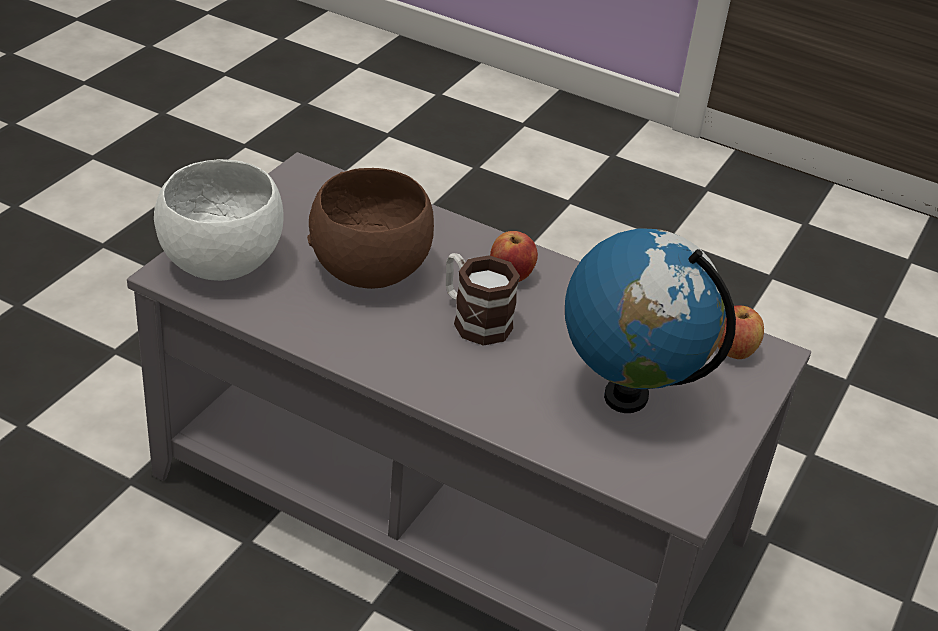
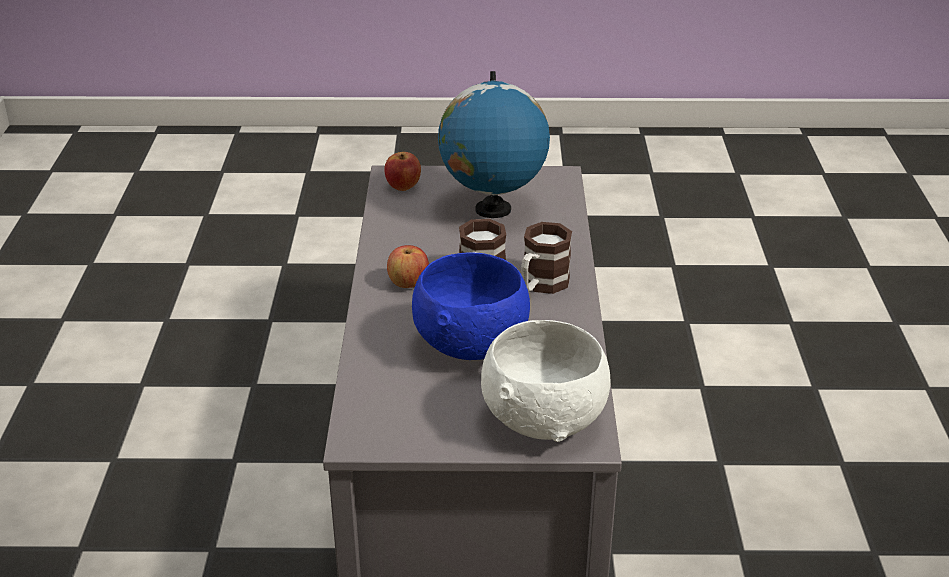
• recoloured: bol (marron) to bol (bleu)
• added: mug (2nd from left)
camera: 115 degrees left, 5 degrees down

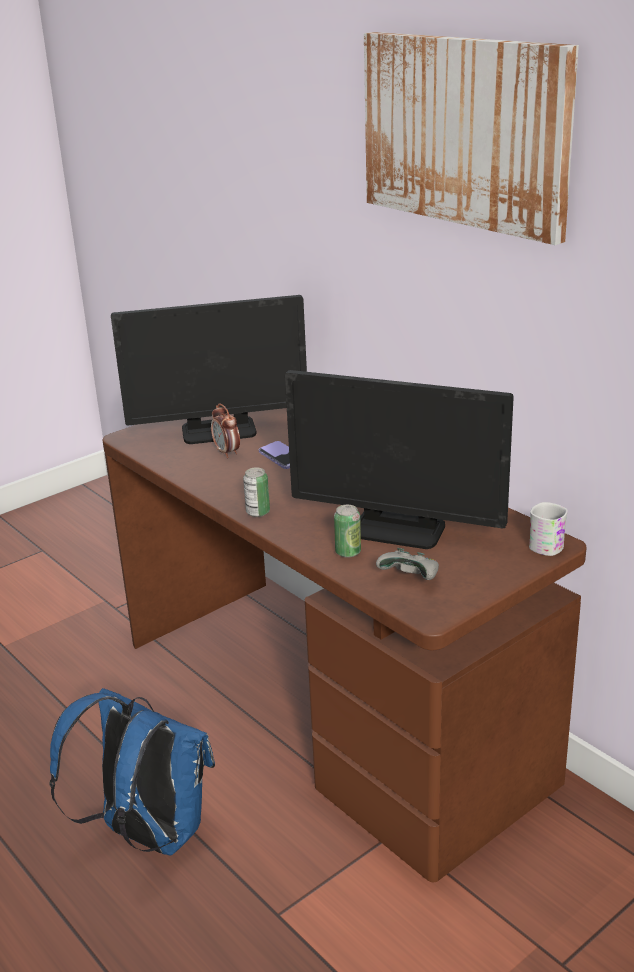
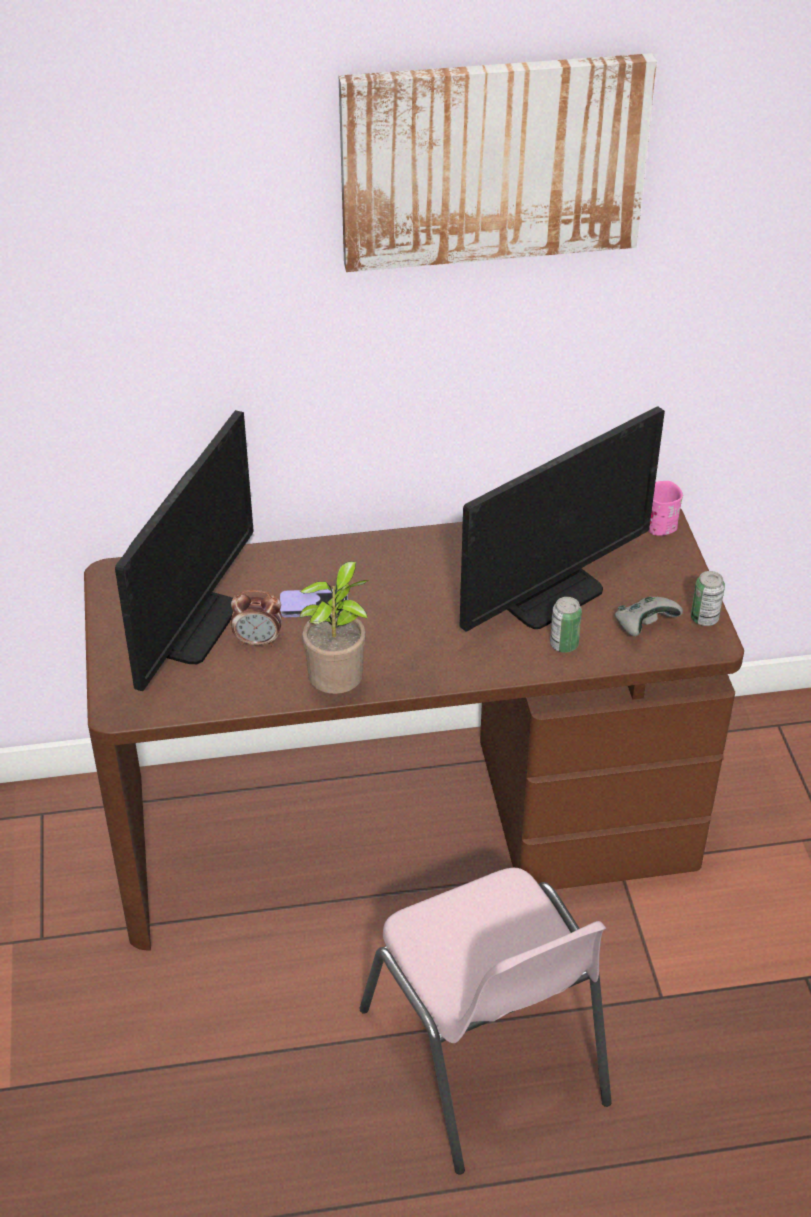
• added: plante en pot
• replaced: sac à dos (bleu) to chaise (rose)
• recoloured: mug (blanc) to mug (rose)
• moved: boîte métallique (1st from left in the first image) to boîte métallique (2nd from left)
camera: 60 degrees left, 15 degrees up

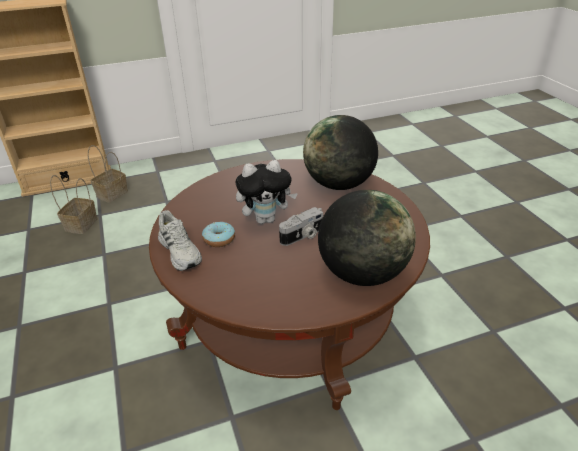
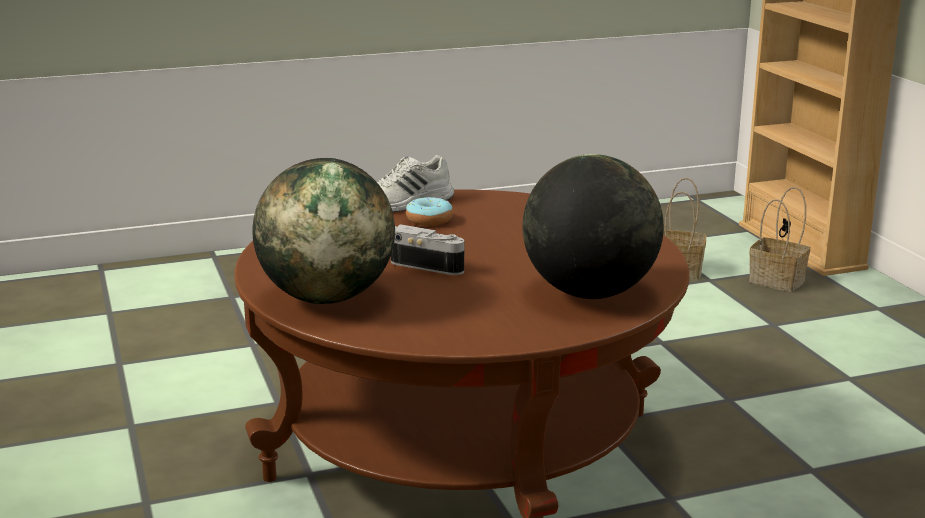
• turned: appareil photo 150 degrees clockwise
• removed: peluche
camera: 90 degrees right, 15 degrees down

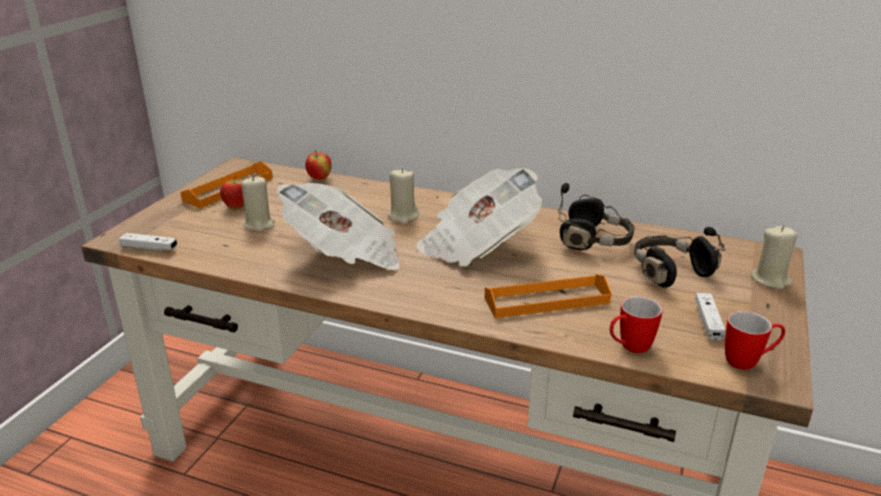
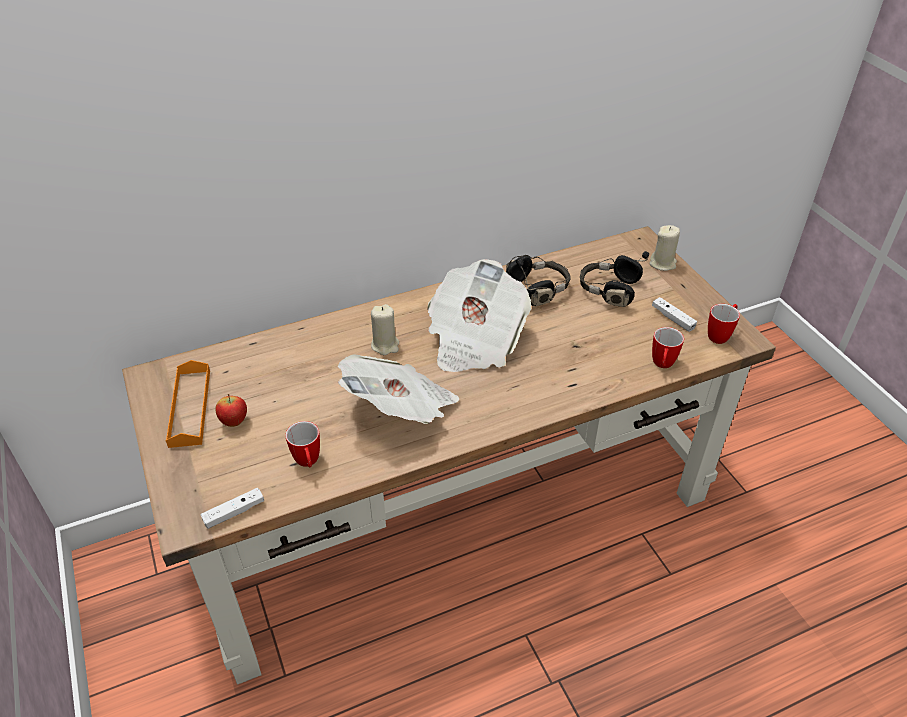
• added: mug (1st from left)
• removed: bougie (beige) (1st from left)
• removed: pomme (2nd from left)
• removed: plateau (orange) (2nd from left)
camera: 45 degrees left, 15 degrees up

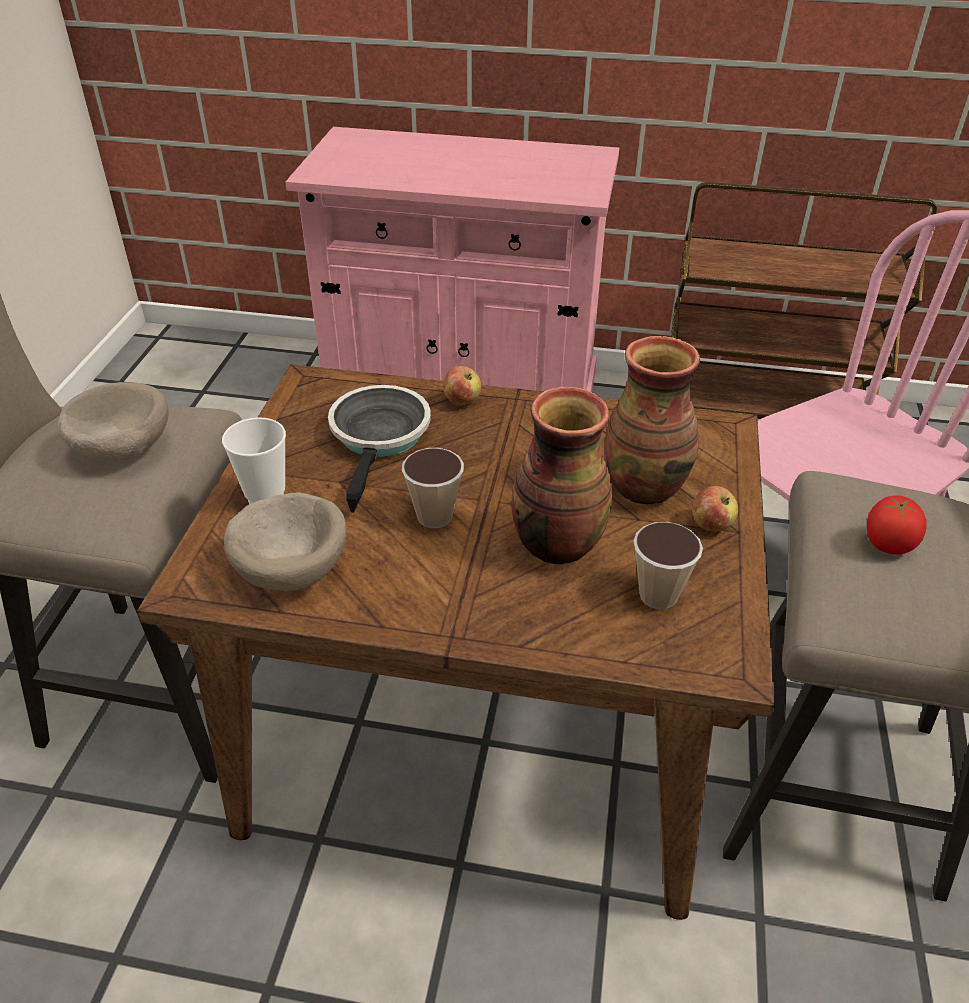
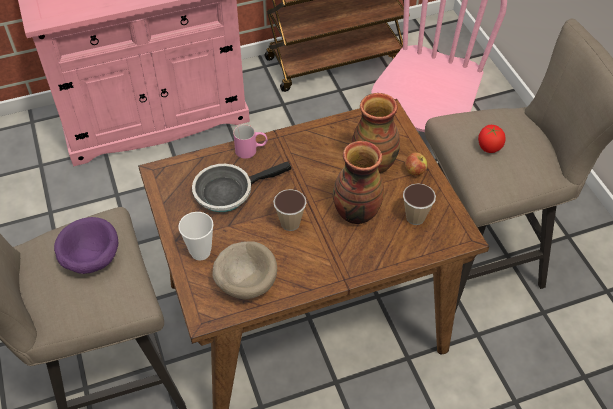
• recoloured: bol (beige) (1st from left) to bol (violet)
• turned: poêle 90 degrees counterclockwise
• replaced: pomme (1st from left) to mug (rose)
camera: 30 degrees left, 10 degrees up

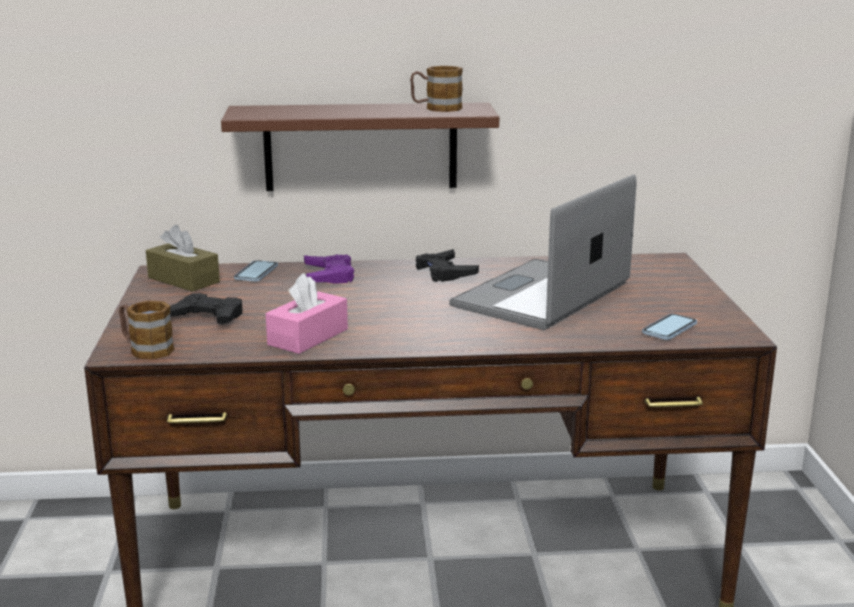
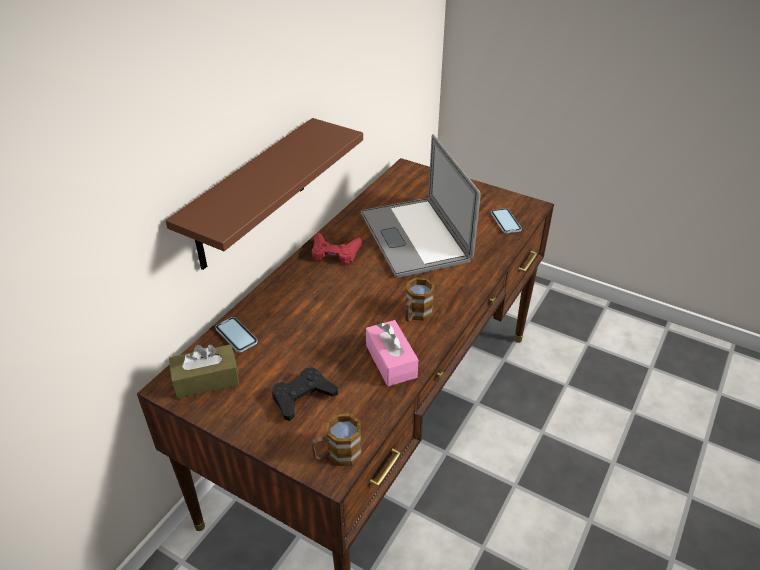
• recoloured: manette (noir) (2nd from left) to manette (rouge)
• moved: mug (2nd from left)
• removed: manette (violet)
camera: 55 degrees left, 20 degrees up

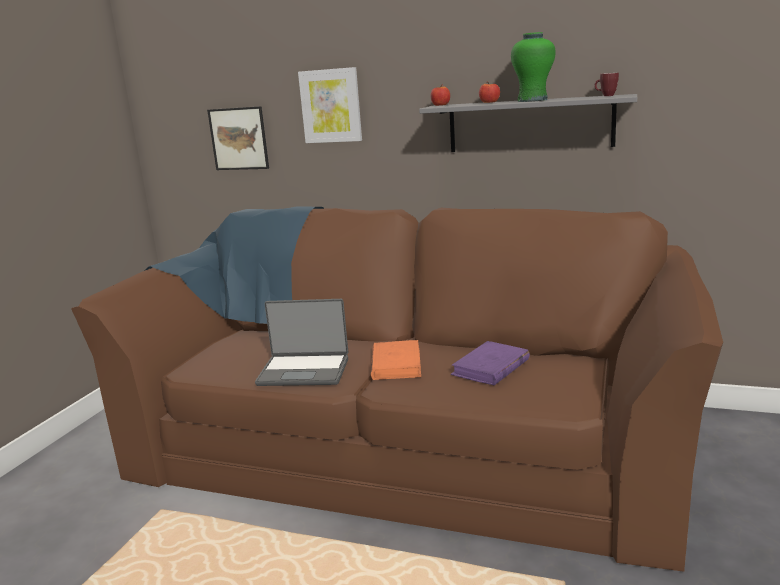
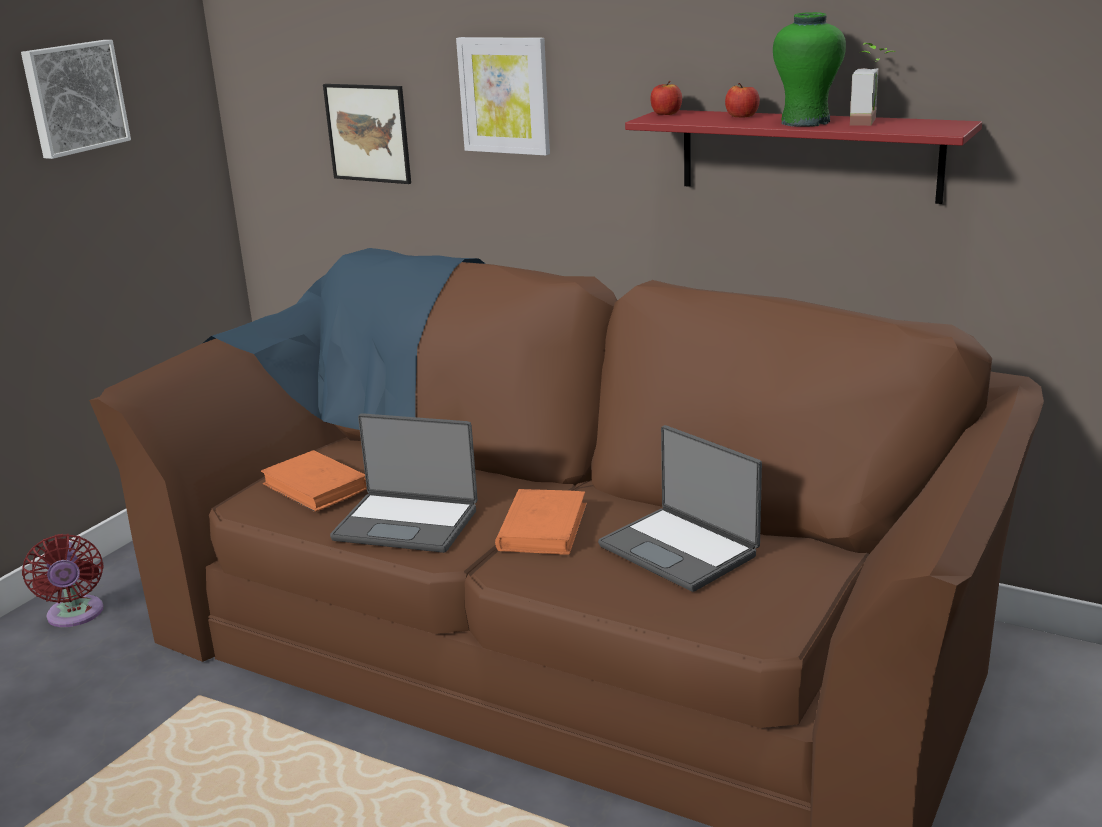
• added: tableau (1st from left)
• added: ventilateur (rouge)
• added: livre (orange) (1st from left)
• replaced: livre (violet) to ordinateur portable (2nd from left)
• recoloured: étagère (gris) to étagère (rouge)
• added: plante en pot
• removed: mug
camera: 10 degrees right, 5 degrees up

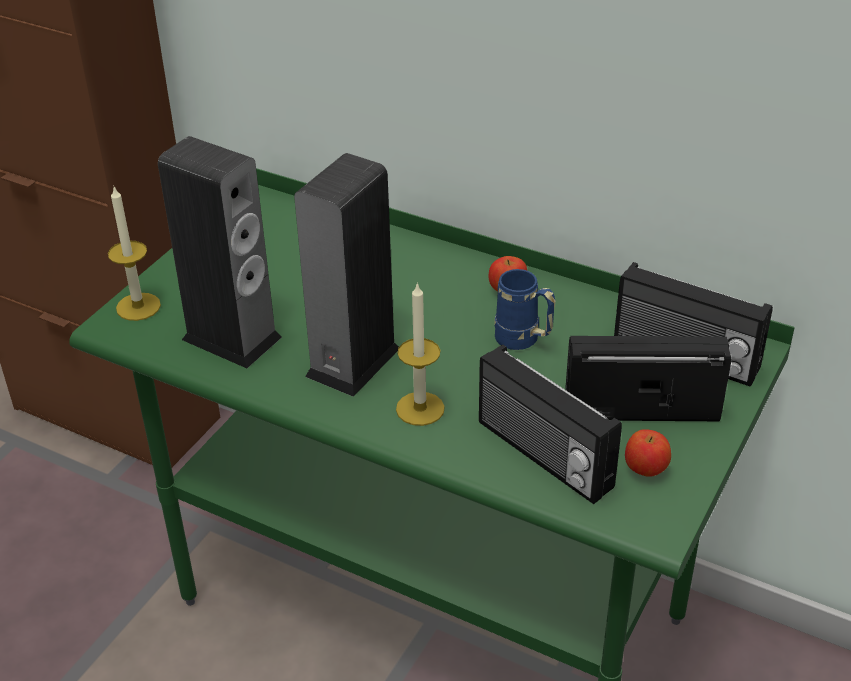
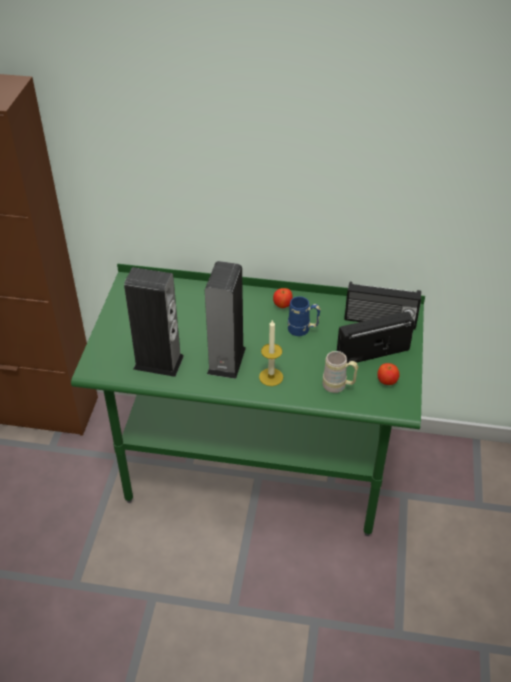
• replaced: radio (1st from left) to mug (beige)
• removed: bougie (1st from left)
camera: 20 degrees left, 5 degrees up

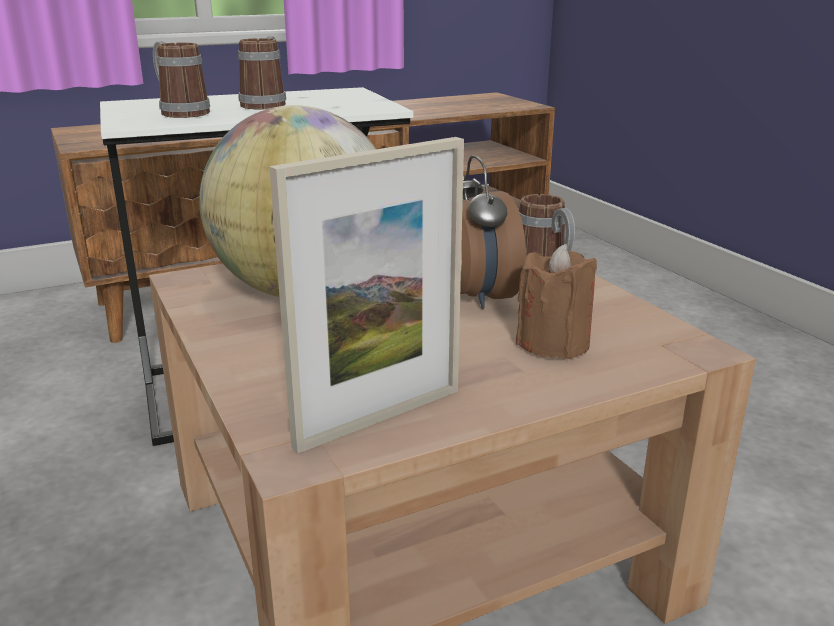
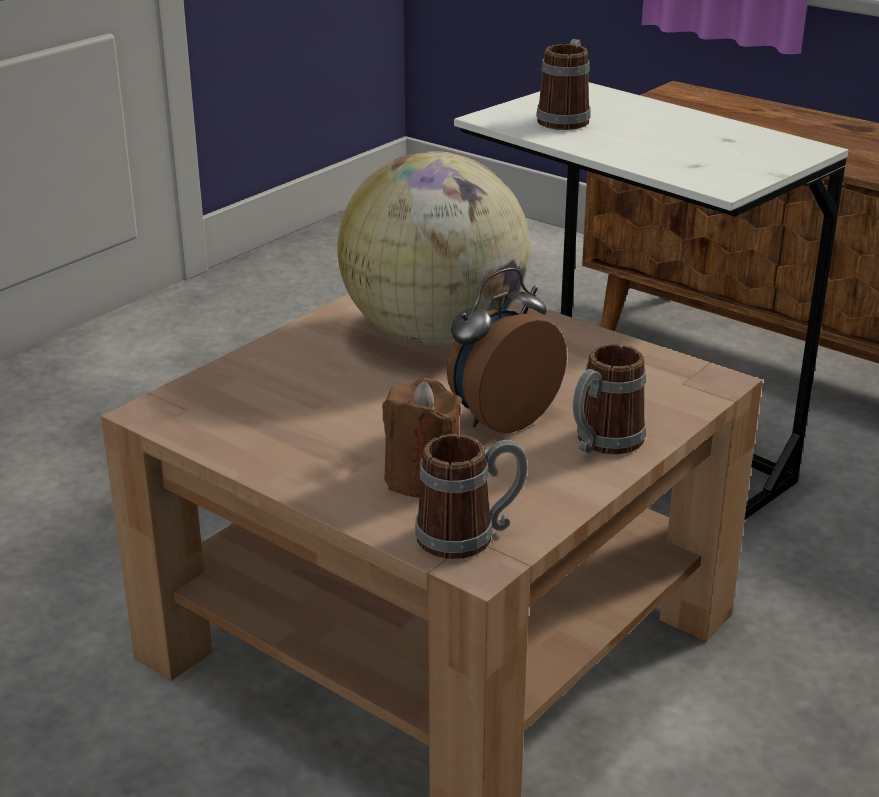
• moved: mug (2nd from left in the first image) to mug (1st from left)
• removed: cadre photo
camera: 65 degrees right, 5 degrees up

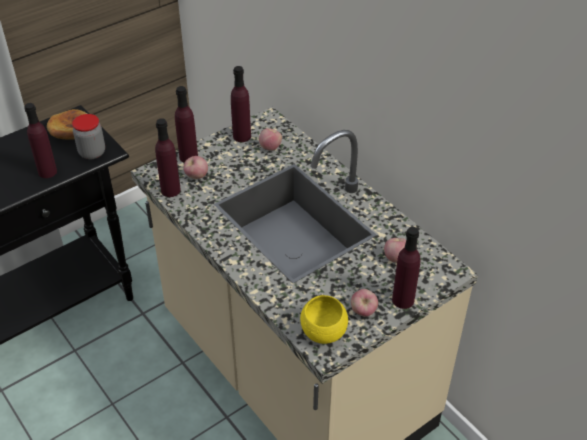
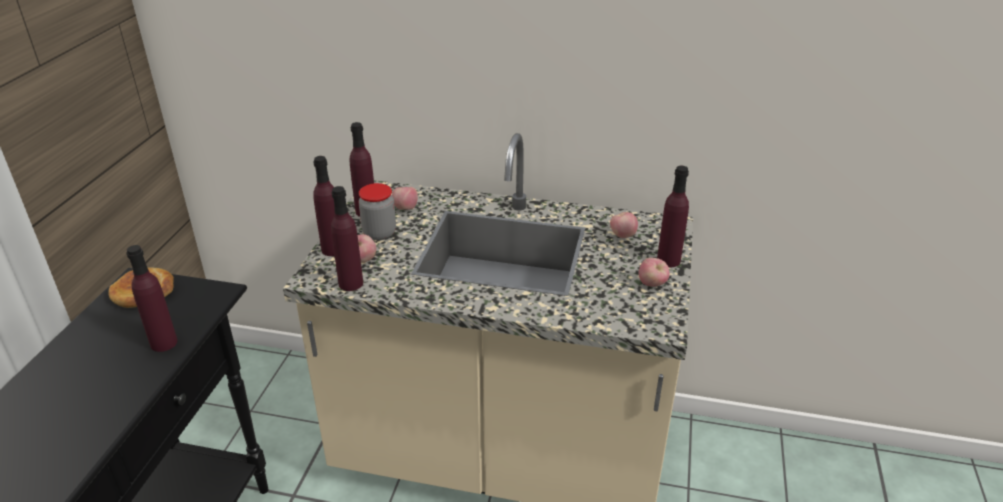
• moved: bocal
• removed: bol (jaune)
camera: 40 degrees left, 10 degrees down

